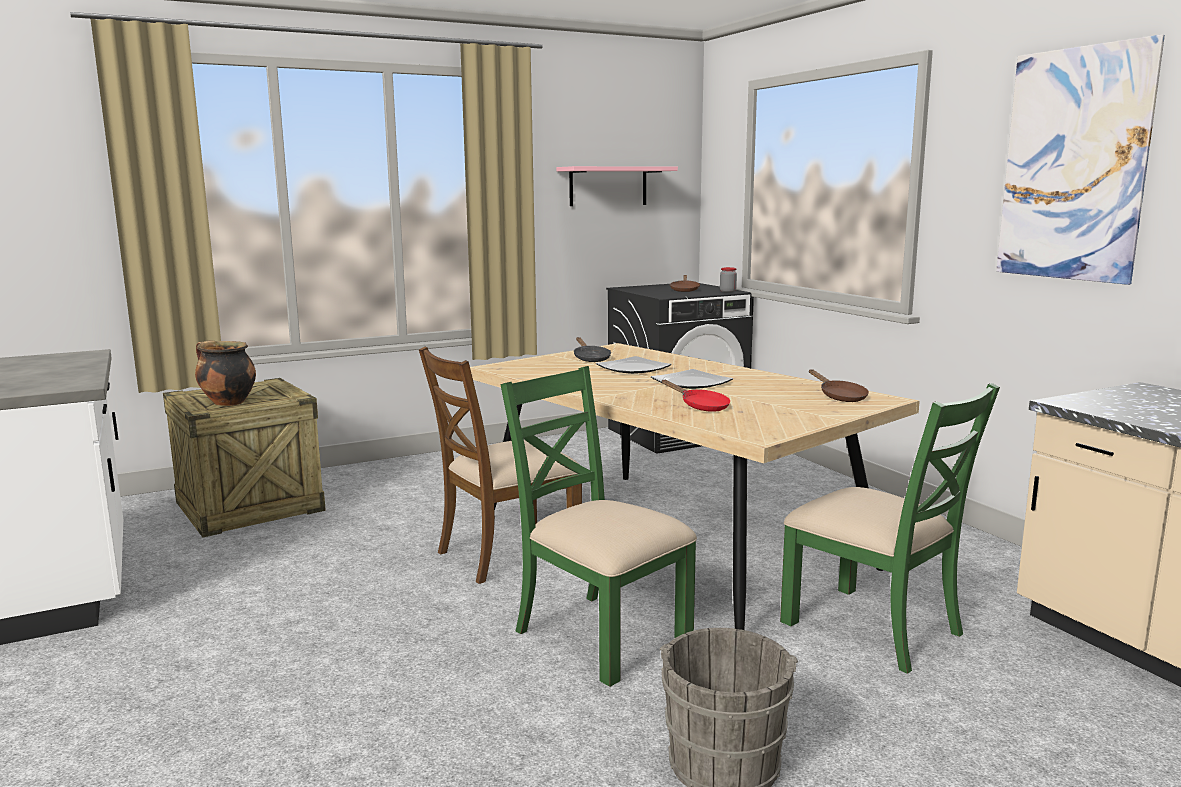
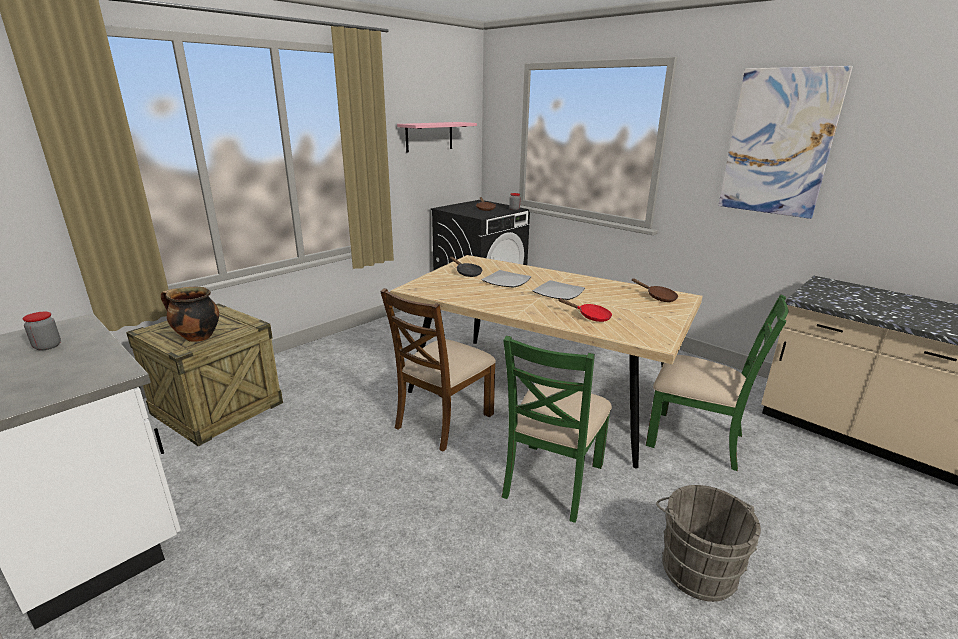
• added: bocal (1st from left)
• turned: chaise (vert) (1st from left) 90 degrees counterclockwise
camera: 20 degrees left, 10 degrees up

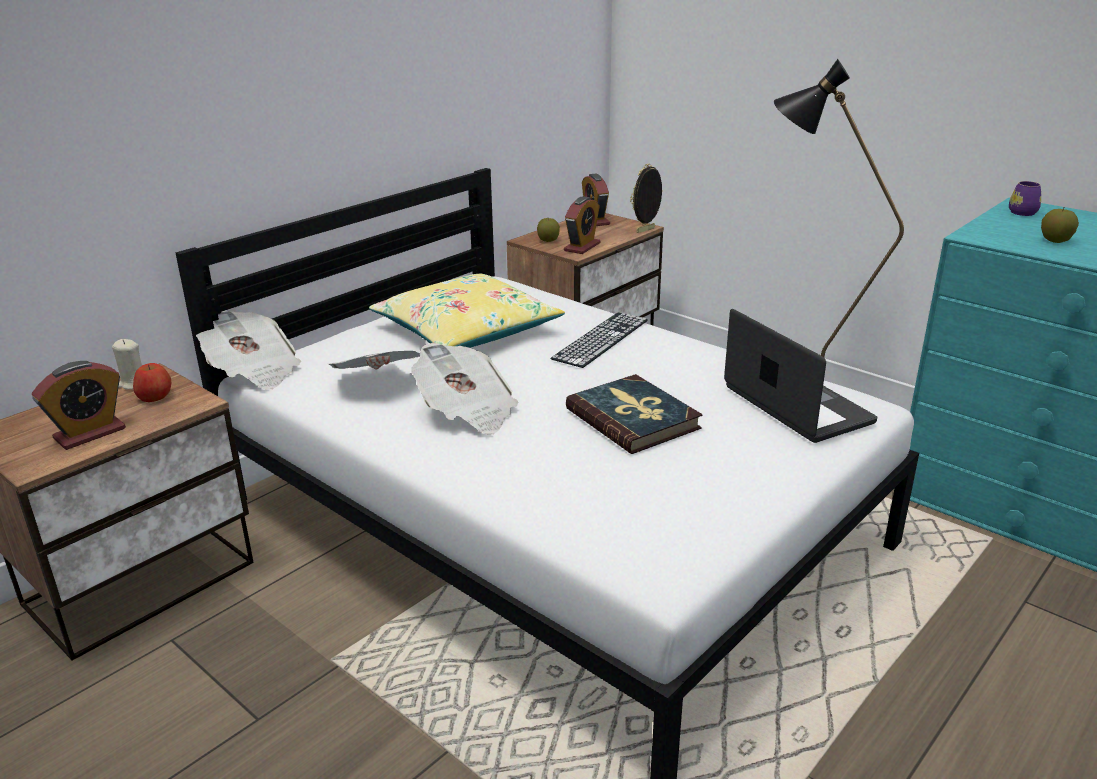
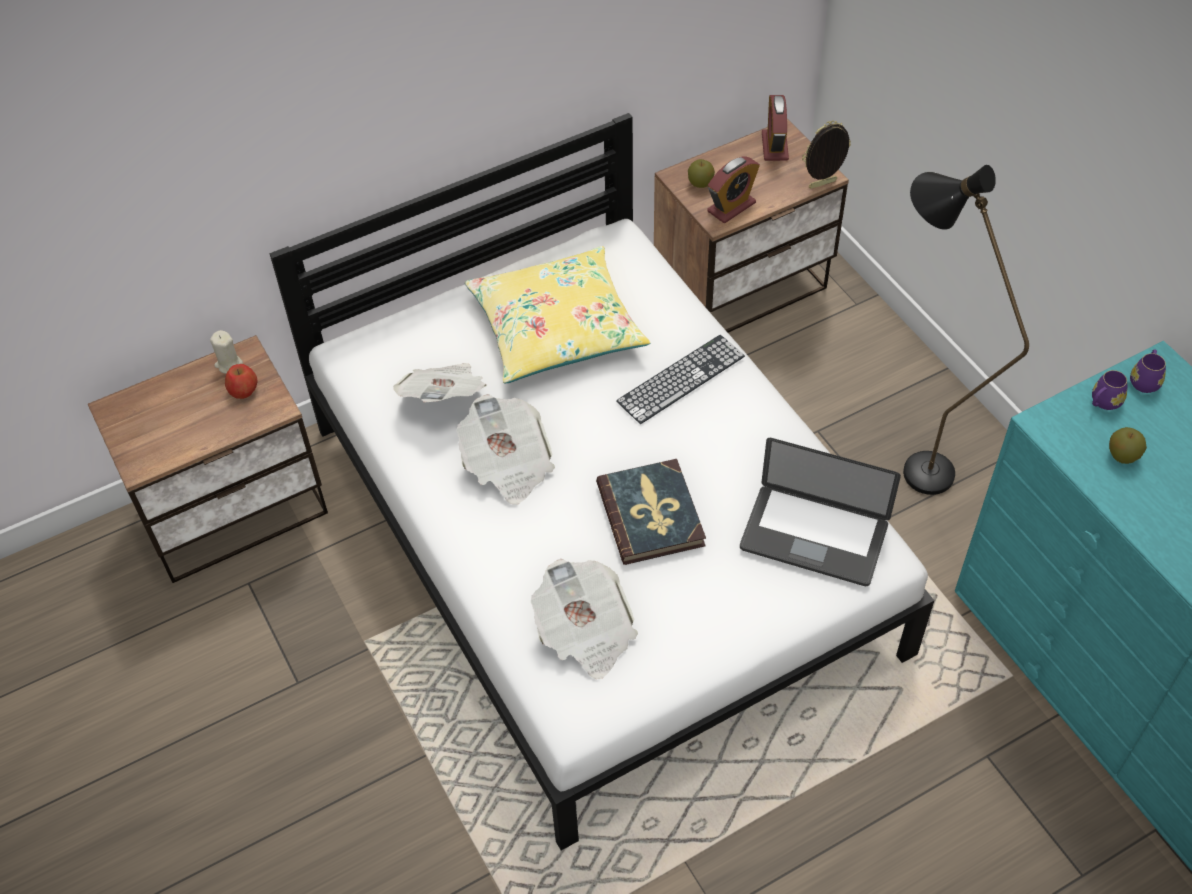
• moved: journal (1st from left in the first image) to journal (3rd from left)
• turned: ordinateur portable 120 degrees clockwise
• added: mug (violet) (1st from left)
• removed: réveil (1st from left)
camera: 20 degrees right, 25 degrees up

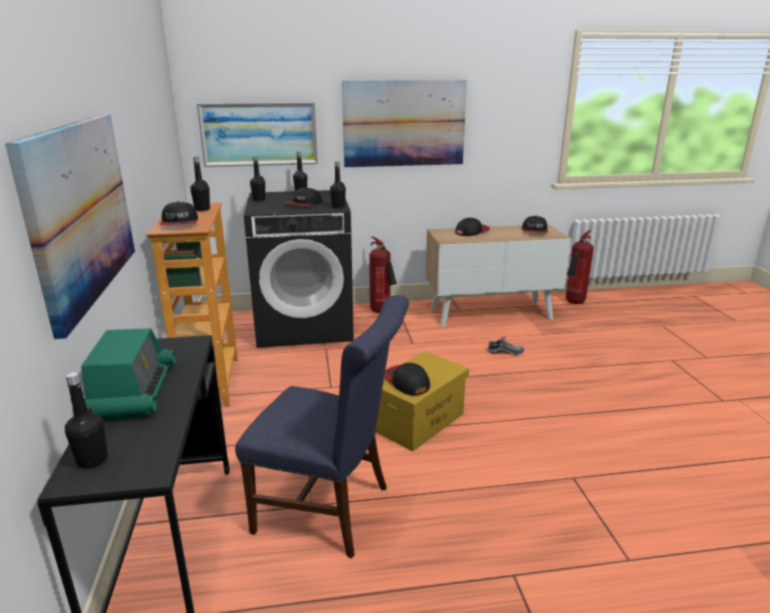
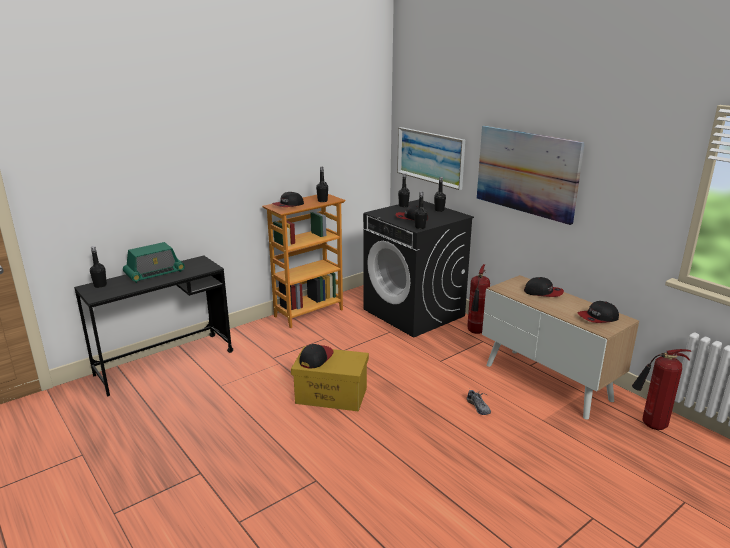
• removed: tableau (1st from left)
• removed: chaise (bleu)
camera: 60 degrees right, 0 degrees up

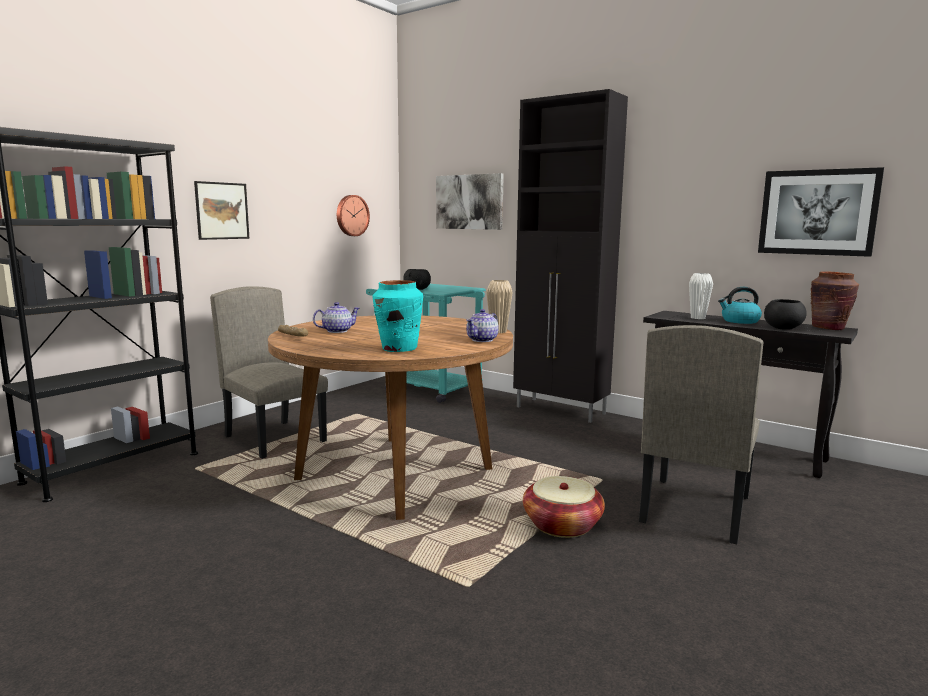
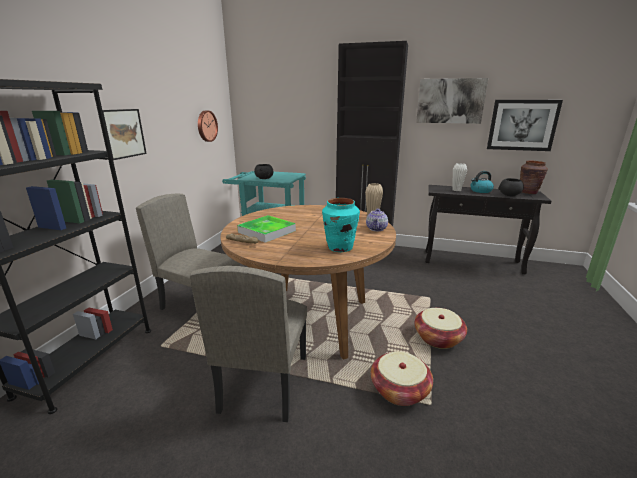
• moved: chaise (beige) (2nd from left)
• replaced: théière (1st from left) to plateau
• added: panier (1st from left)
• moved: tableau (2nd from left)
camera: 20 degrees left, 10 degrees up

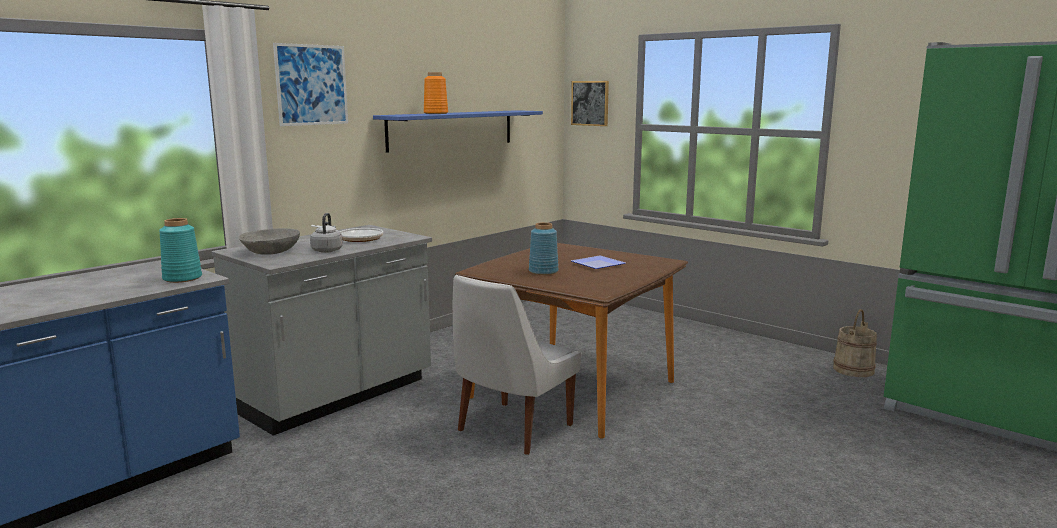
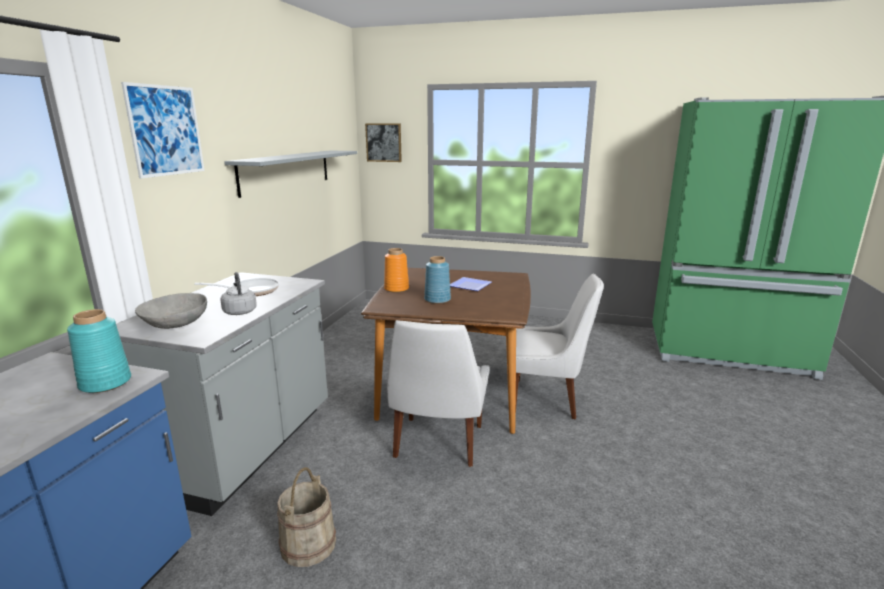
• recoloured: étagère (bleu) to étagère (gris)
• moved: seau (beige)
• moved: vase (orange)
• added: chaise (blanc) (2nd from left)
camera: 25 degrees left, 5 degrees up

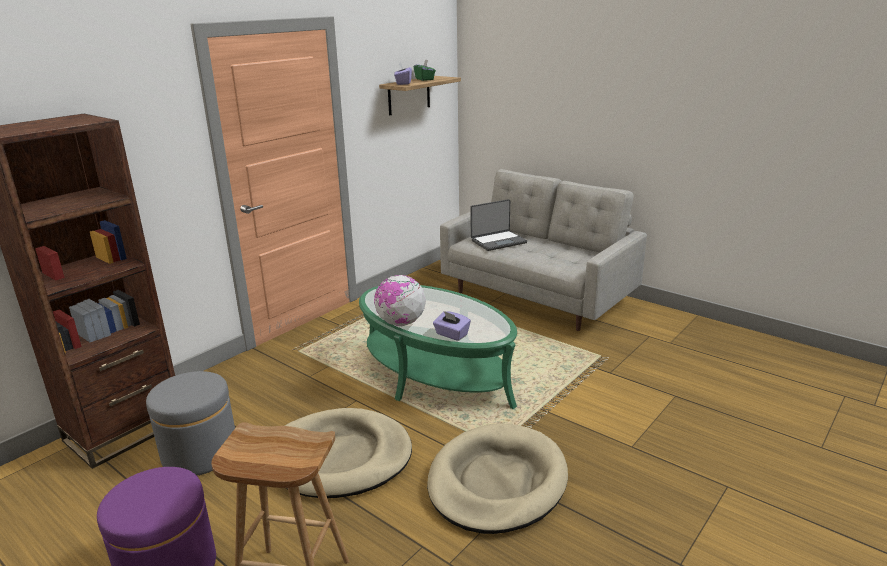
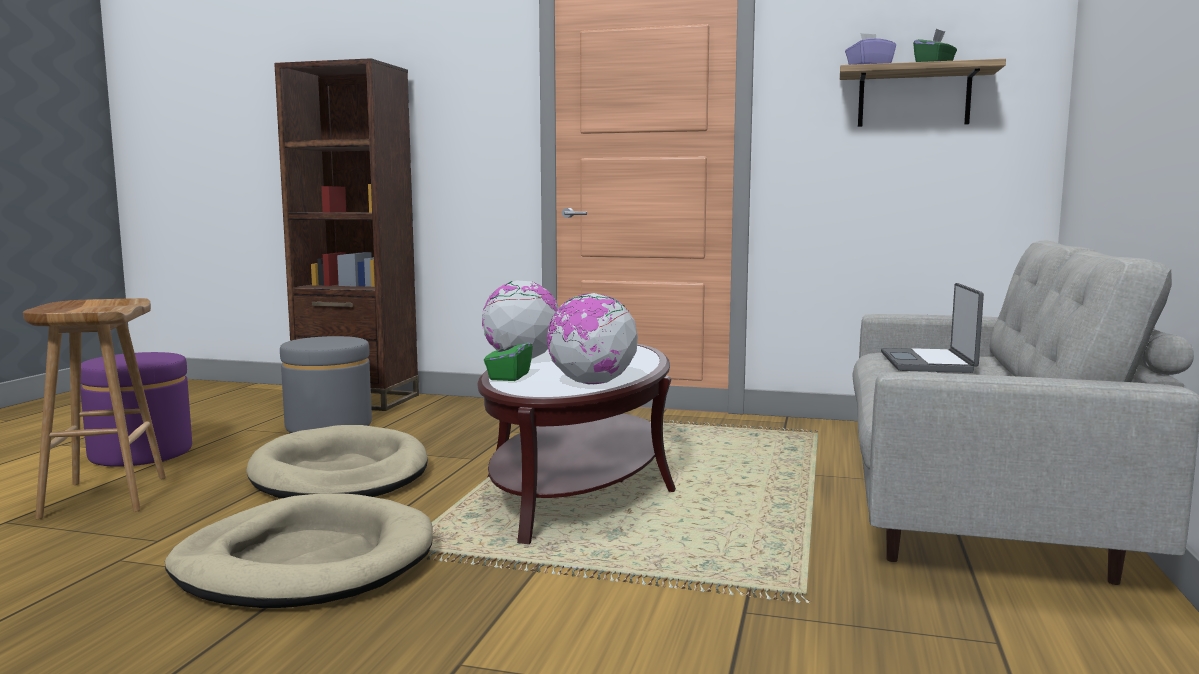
• recoloured: table basse (vert) to table basse (marron)
• recoloured: boîte à mouchoirs (violet) (2nd from left) to boîte à mouchoirs (vert) (1st from left)
• added: globe (2nd from left)
• turned: ordinateur portable 60 degrees clockwise
camera: 65 degrees right, 15 degrees down

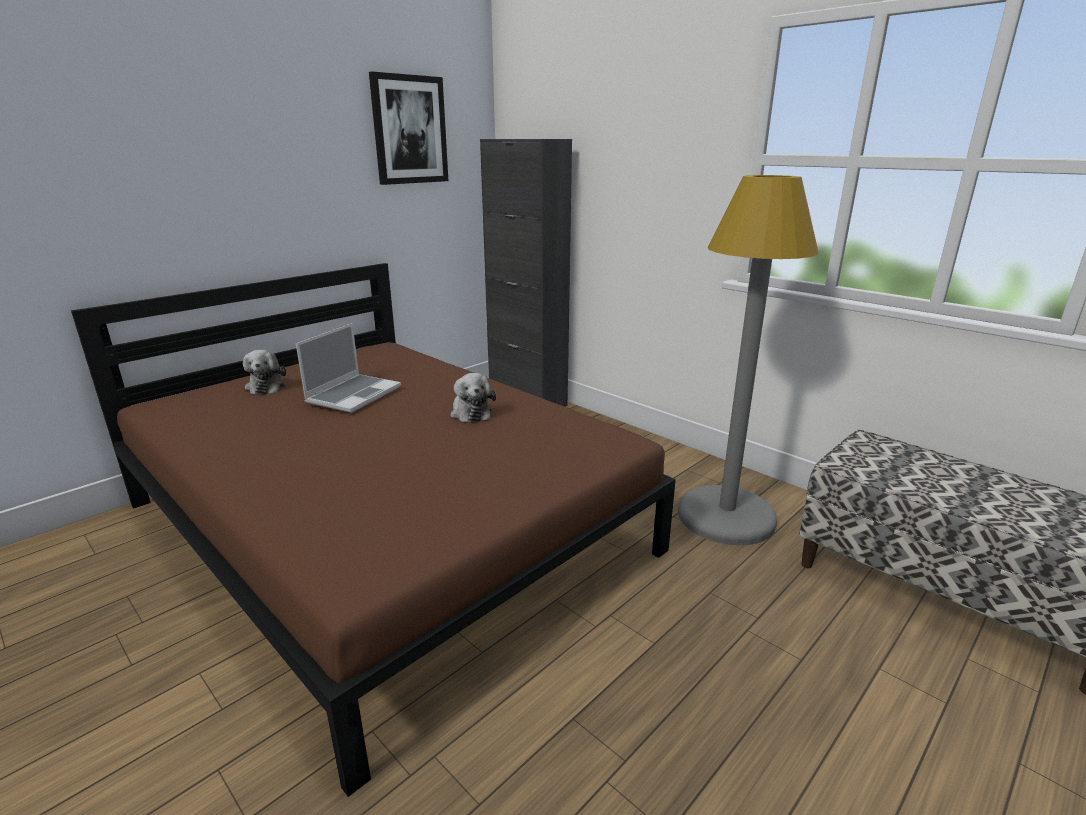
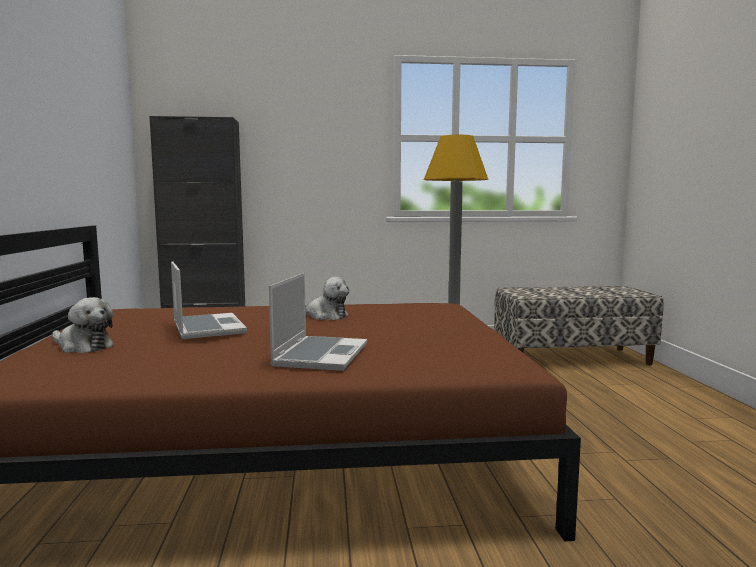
• added: ordinateur portable (2nd from left)
• removed: tableau
camera: 50 degrees left, 15 degrees down

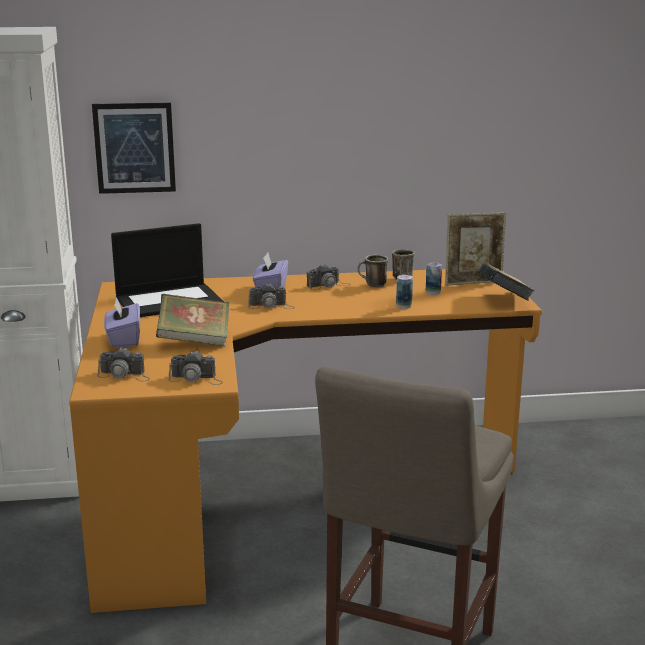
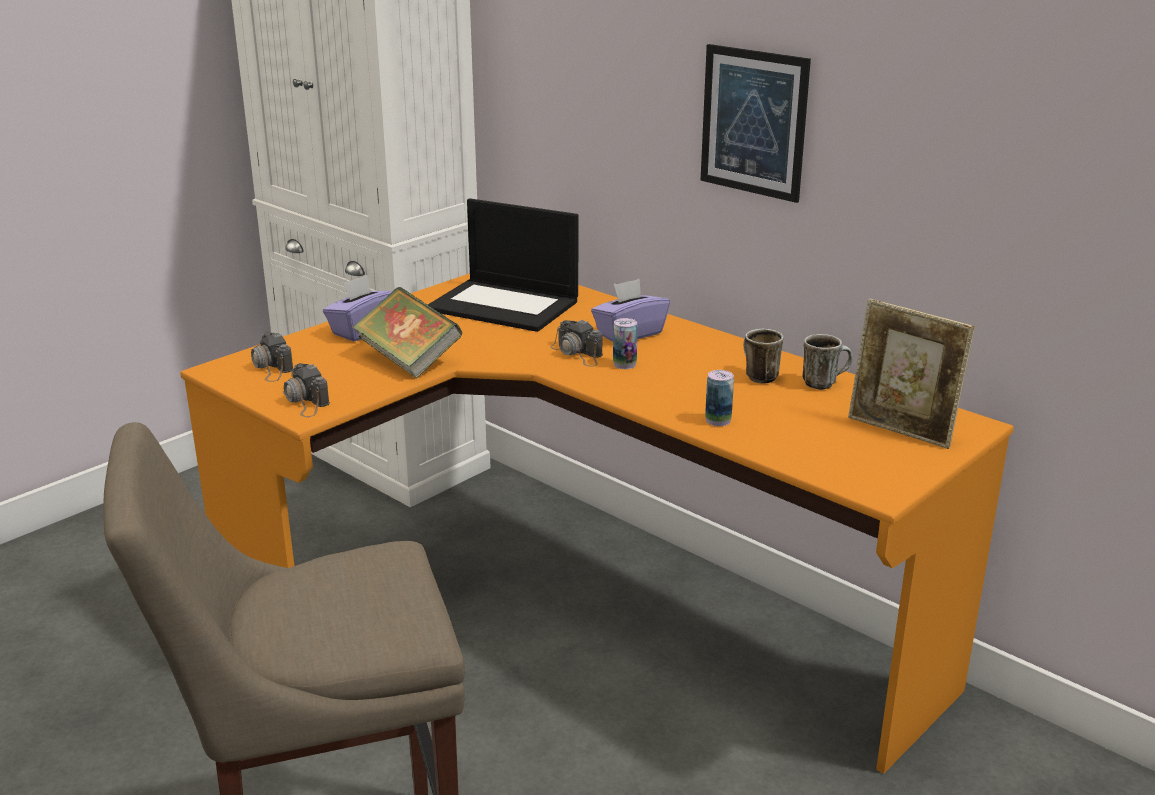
• moved: boîte métallique (2nd from left in the first image) to boîte métallique (1st from left)
• moved: tableau
• removed: appareil photo (4th from left)
• removed: livre (2nd from left)
camera: 50 degrees right, 5 degrees up

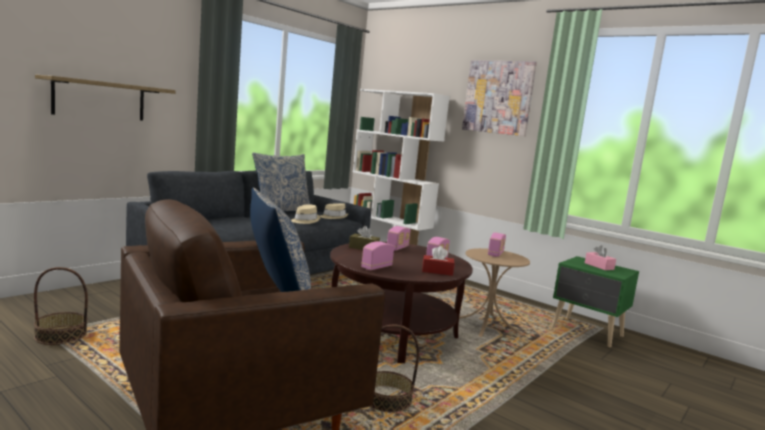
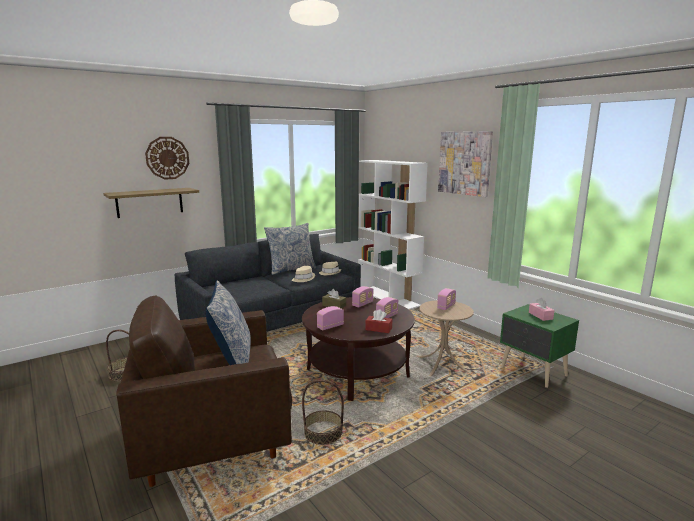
• added: horloge murale
camera: 15 degrees right, 5 degrees up

